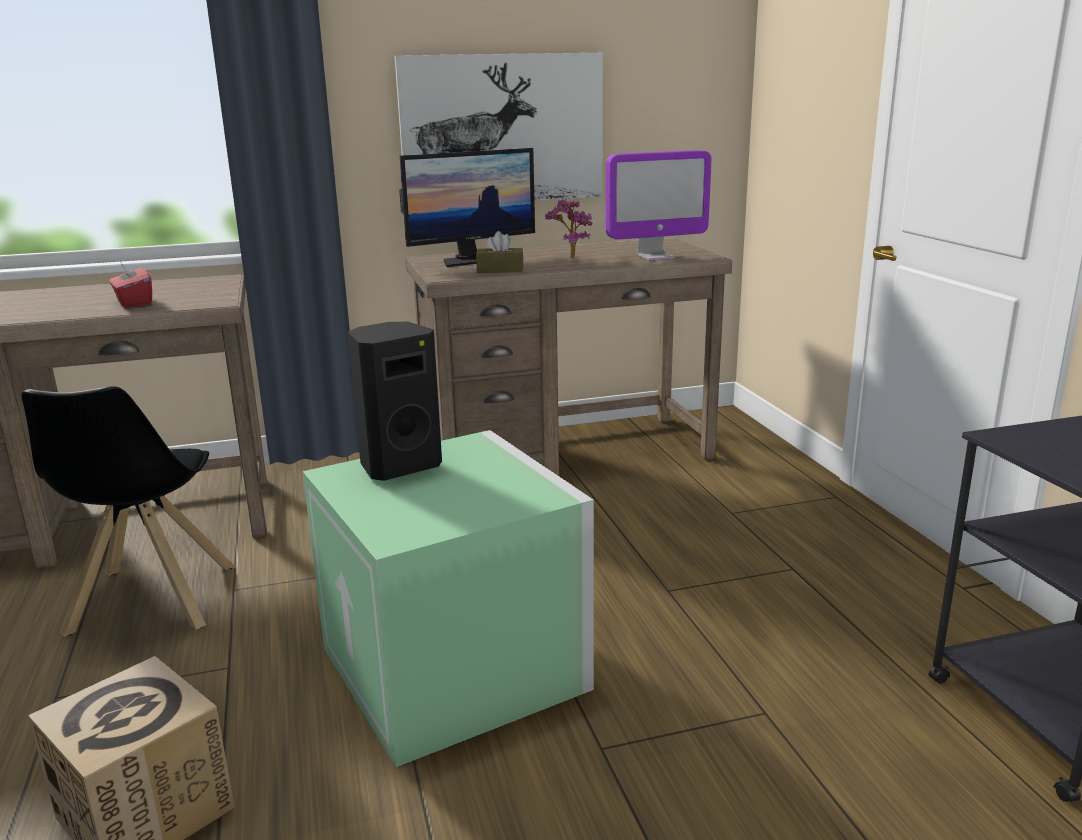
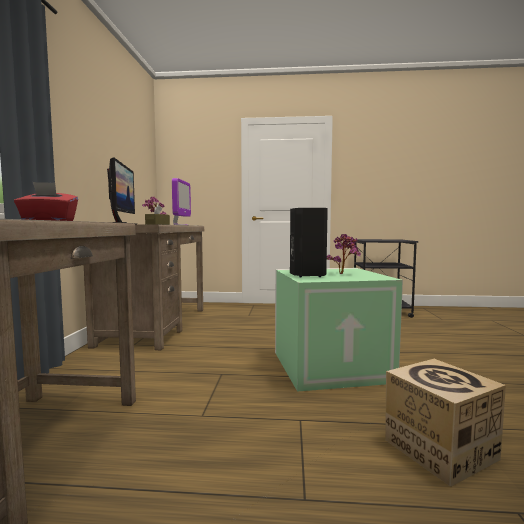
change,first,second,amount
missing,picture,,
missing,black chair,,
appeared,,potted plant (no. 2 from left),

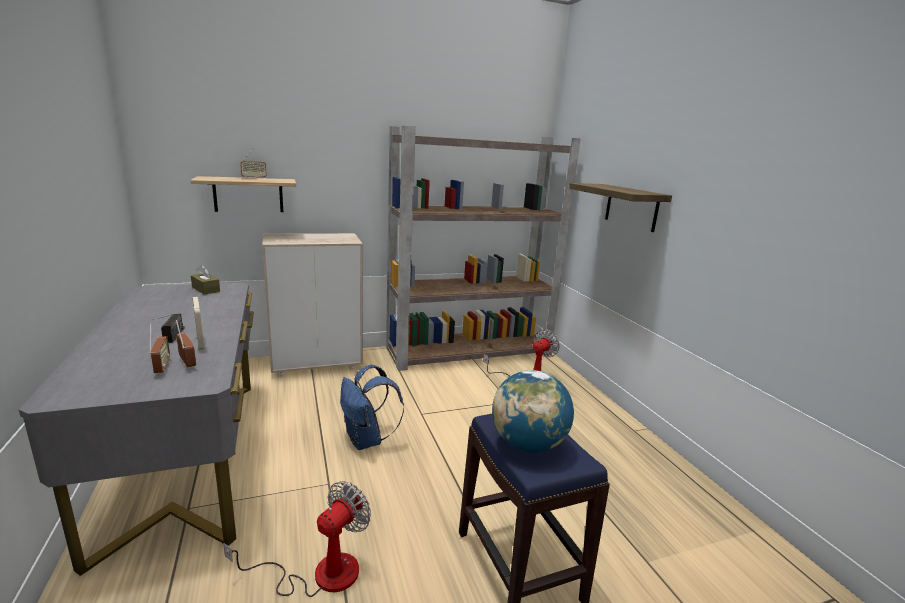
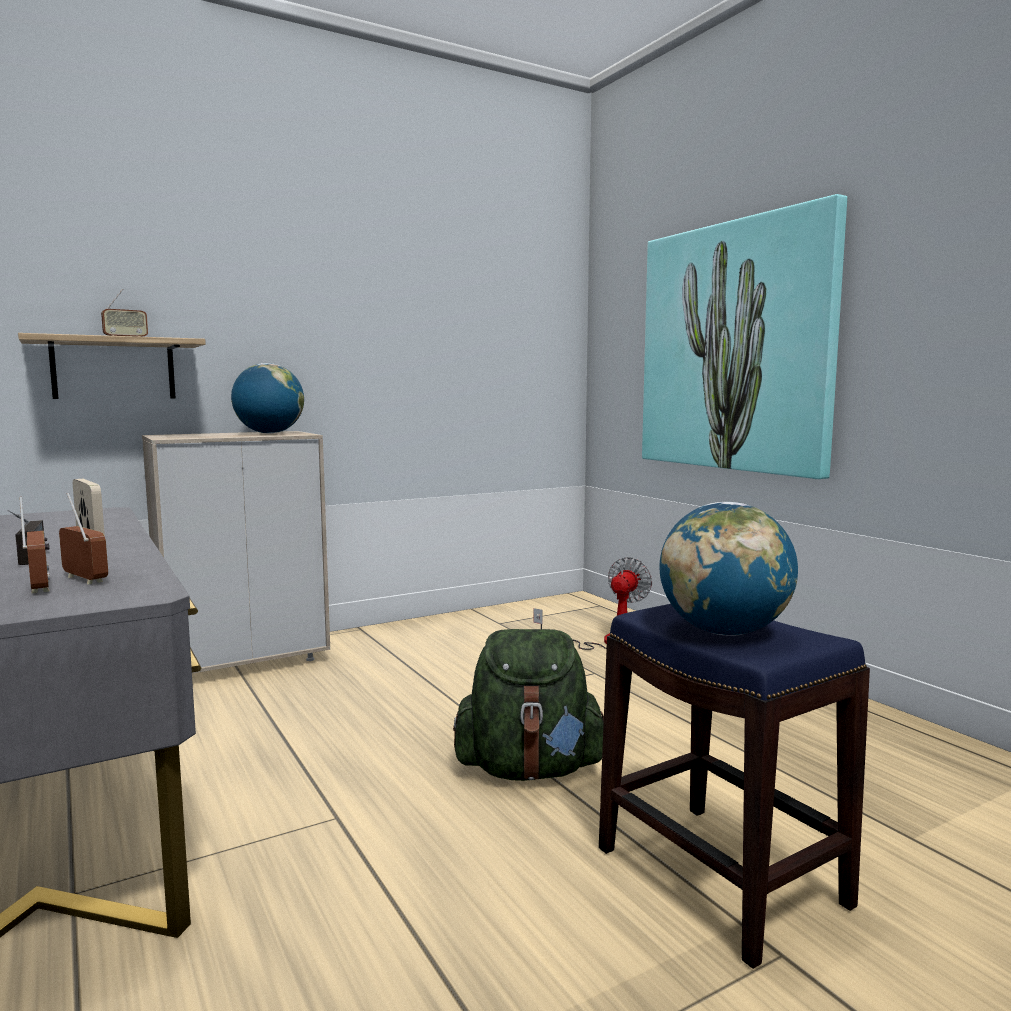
change,first,second,amount
missing,brown bookcase,,
exchanged,shelf (no. 2 from left),picture,
missing,brown tissue box,,
missing,blue backpack,,
missing,fan (no. 1 from left),,
appeared,,globe (no. 1 from left),
appeared,,green backpack,

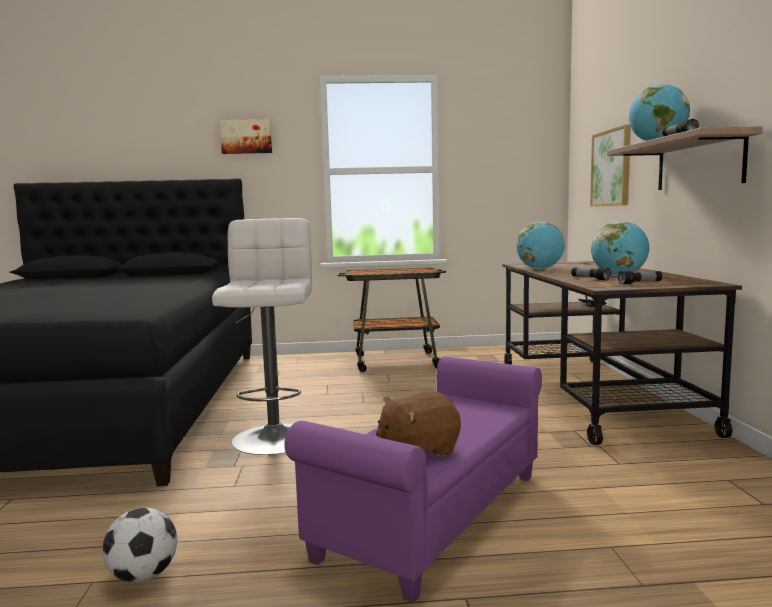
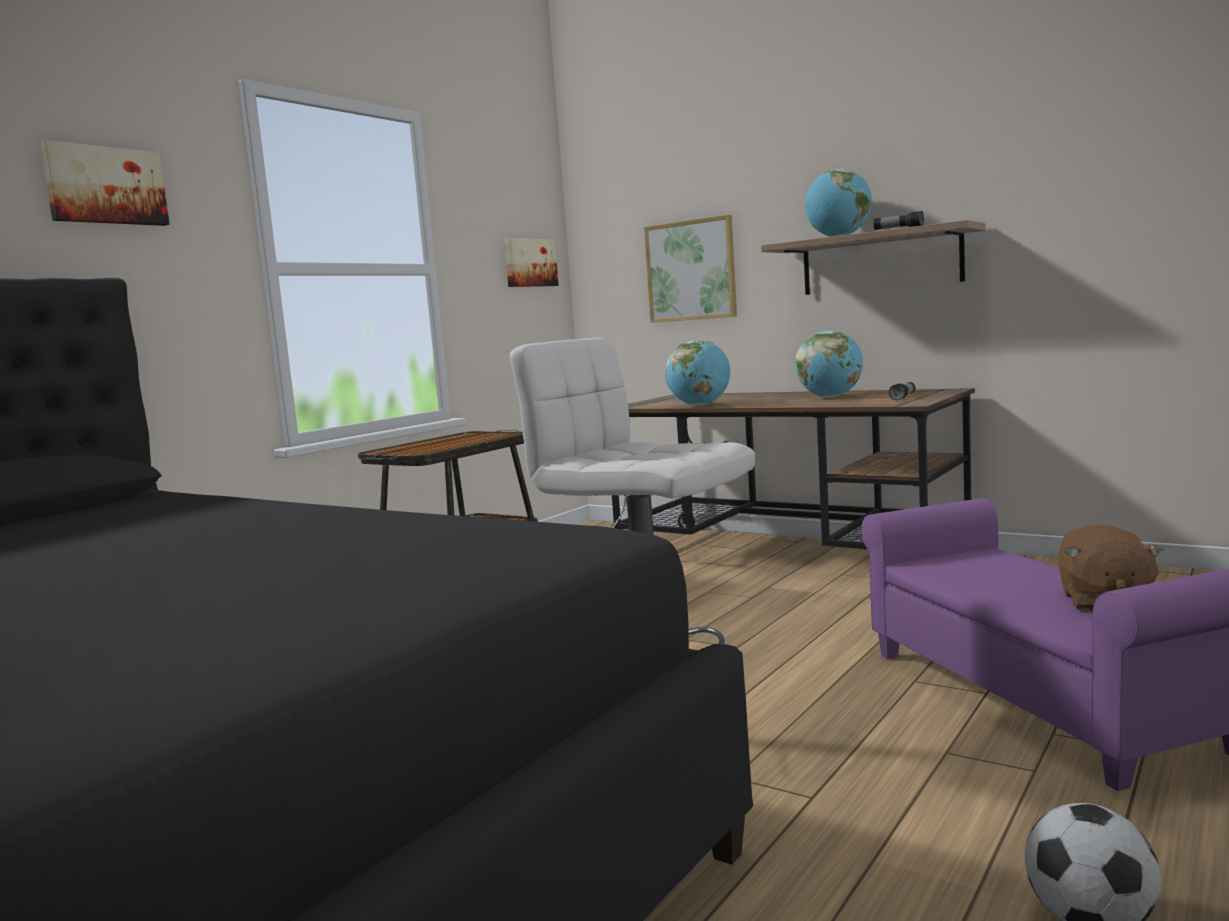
change,first,second,amount
missing,flashlight (no. 1 from left),,
appeared,,picture (no. 2 from left),

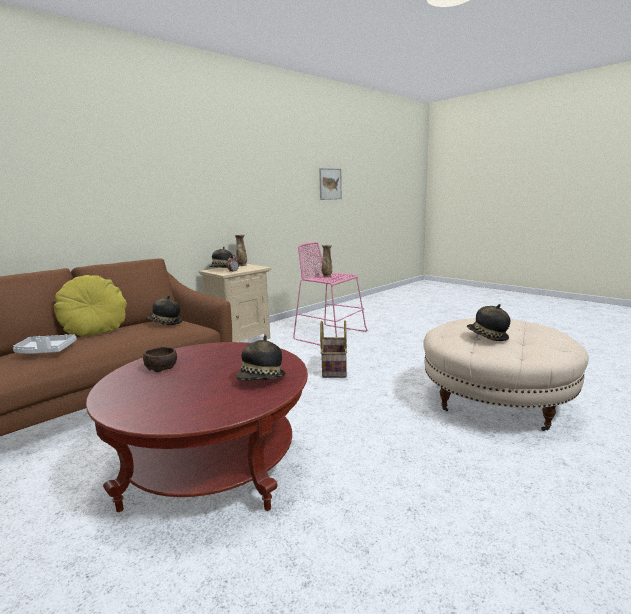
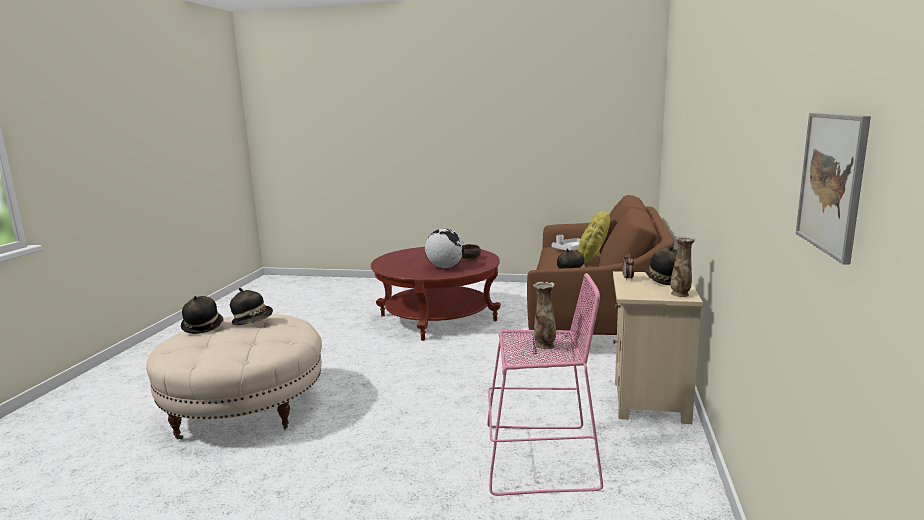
change,first,second,amount
missing,basket,,
relocated,hat (no. 3 from left in the first image),hat (no. 1 from left),
appeared,,globe,

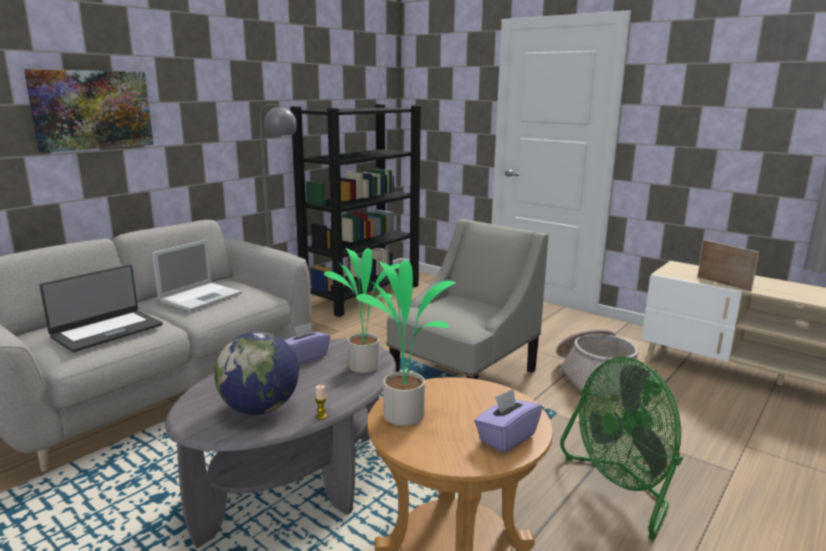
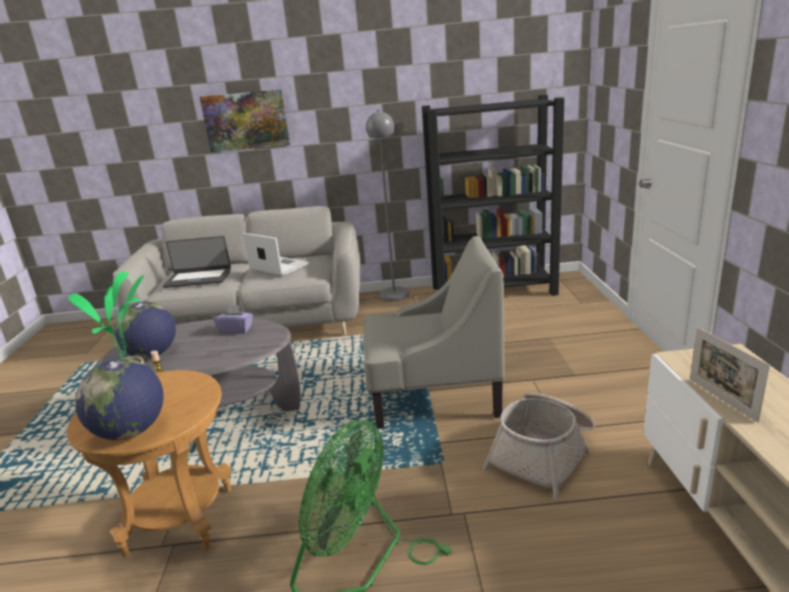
change,first,second,amount
spun,laptop (no. 2 from left),,135 degrees counterclockwise
spun,picture frame,,150 degrees clockwise
missing,potted plant (no. 1 from left),,
exchanged,purple tissue box (no. 2 from left),globe (no. 1 from left),

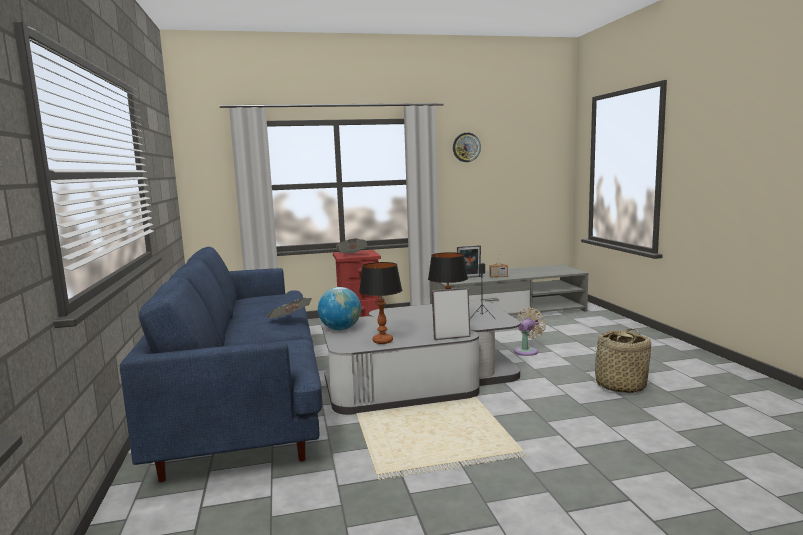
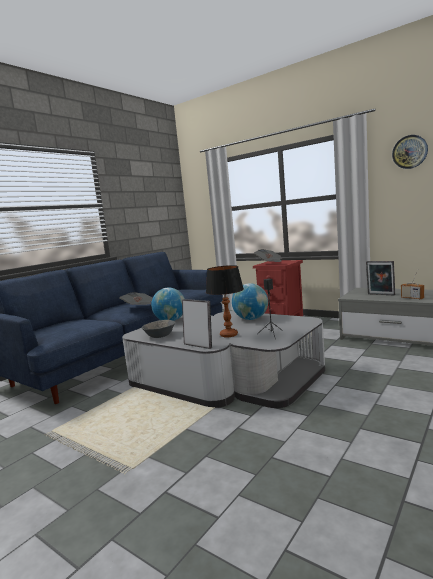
change,first,second,amount
exchanged,table lamp (no. 1 from left),grey bowl,
missing,beige fan,,
missing,basket,,
appeared,,globe (no. 2 from left),

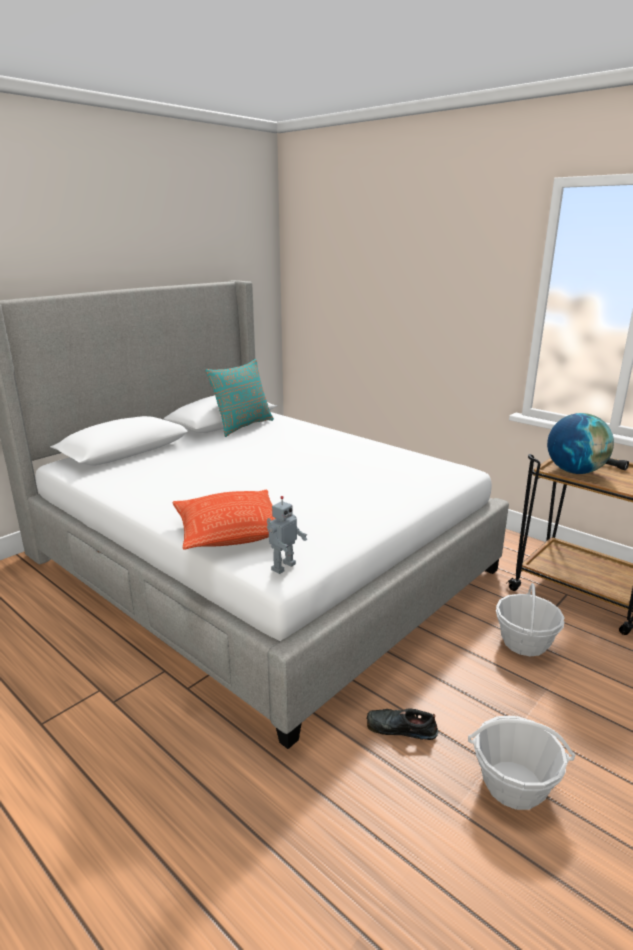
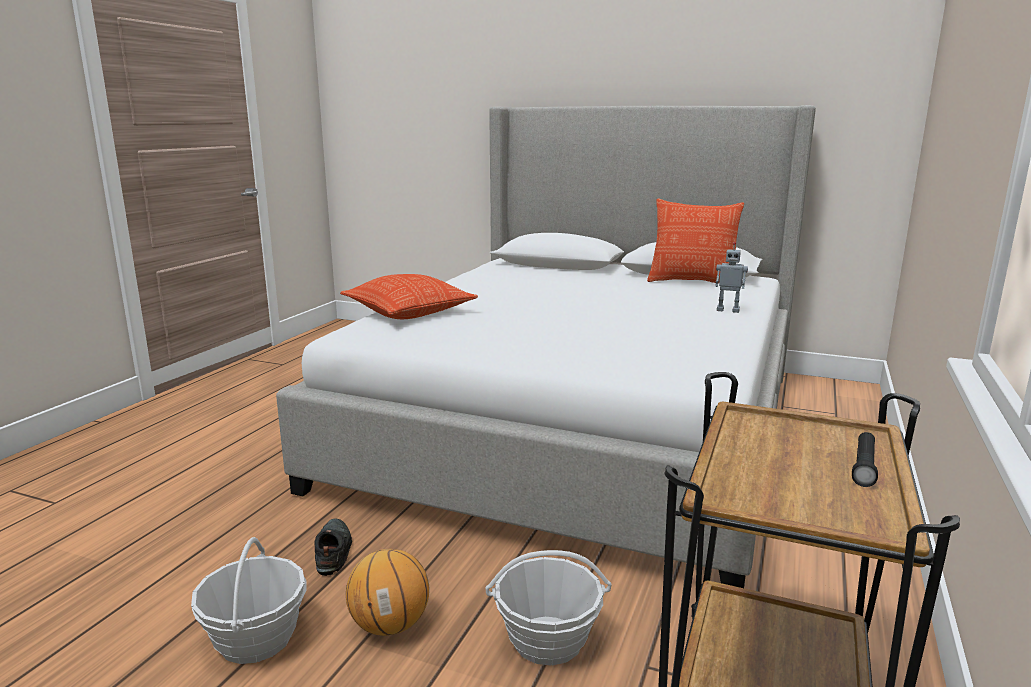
change,first,second,amount
colour,turquoise pillow,orange pillow (no. 2 from left),
missing,globe,,
relocated,toy robot,,
appeared,,basketball,

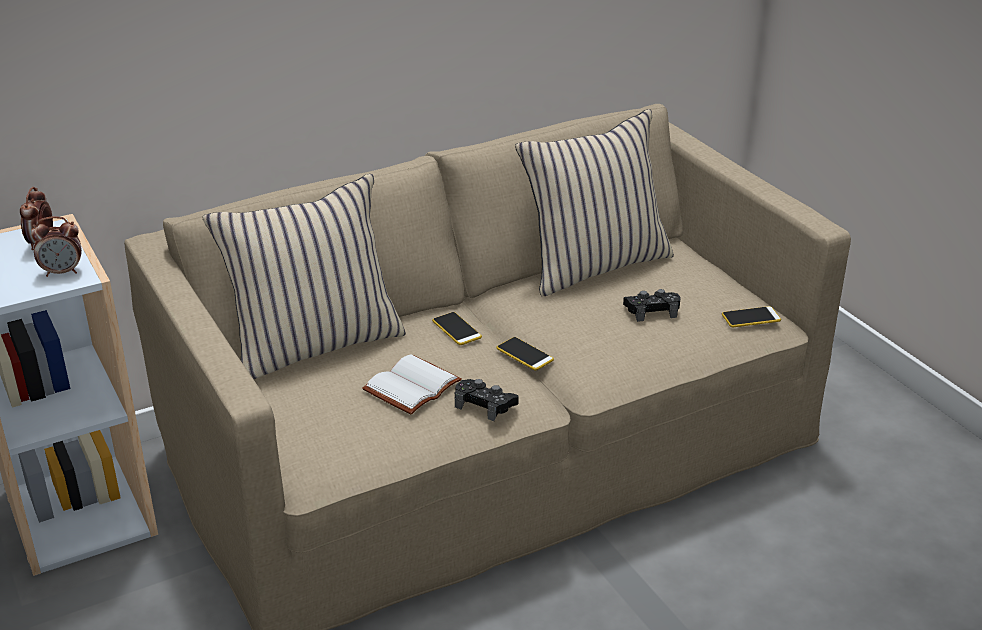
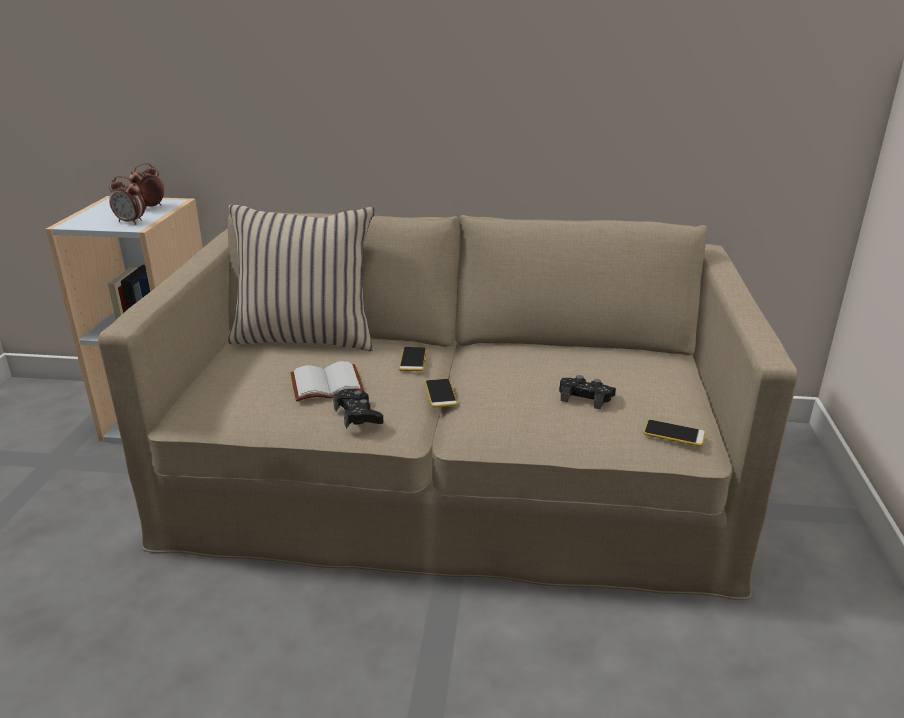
change,first,second,amount
missing,beige pillow (no. 2 from left),,

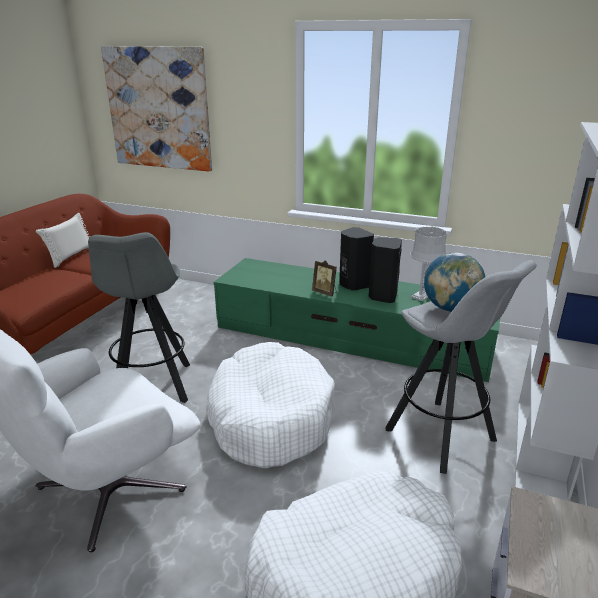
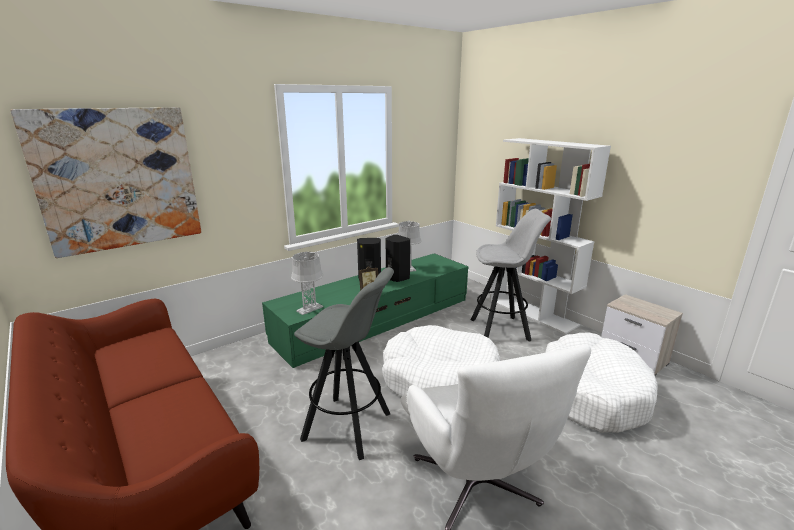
change,first,second,amount
missing,white pillow,,
missing,globe,,
appeared,,grey table lamp (no. 1 from left),

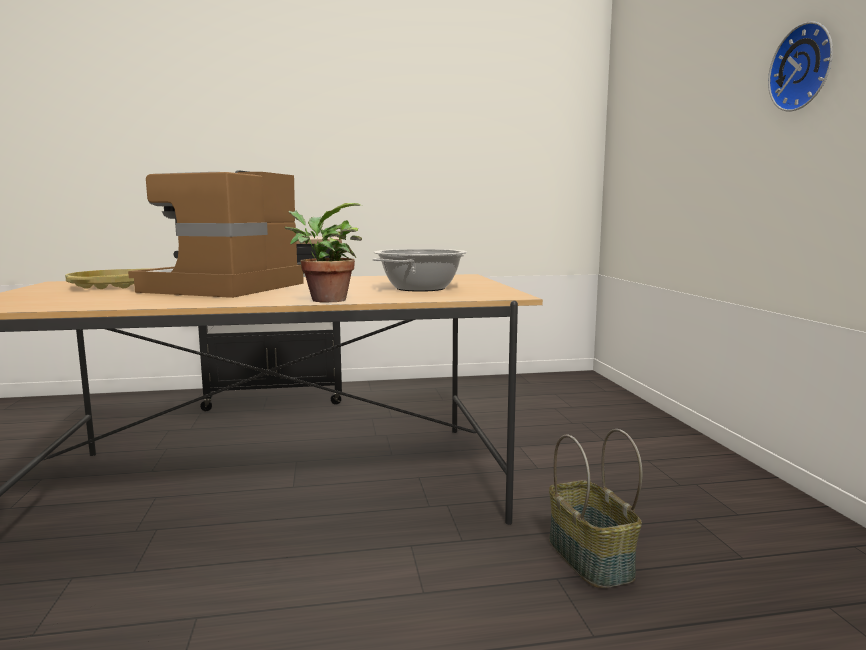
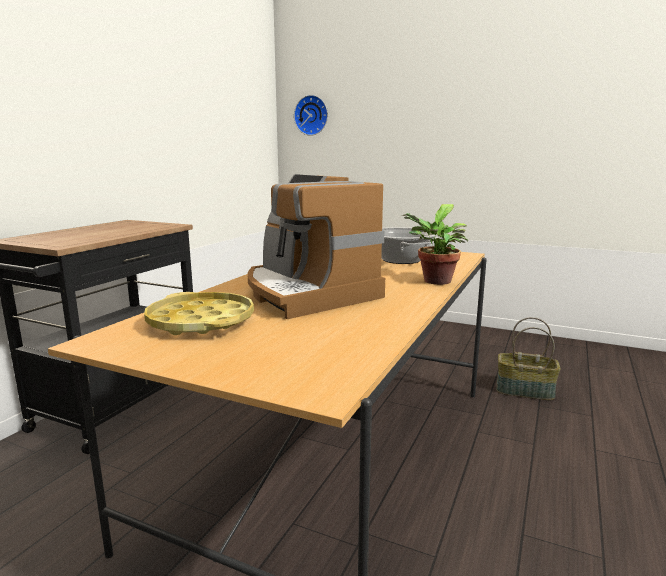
change,first,second,amount
relocated,wall clock,,

